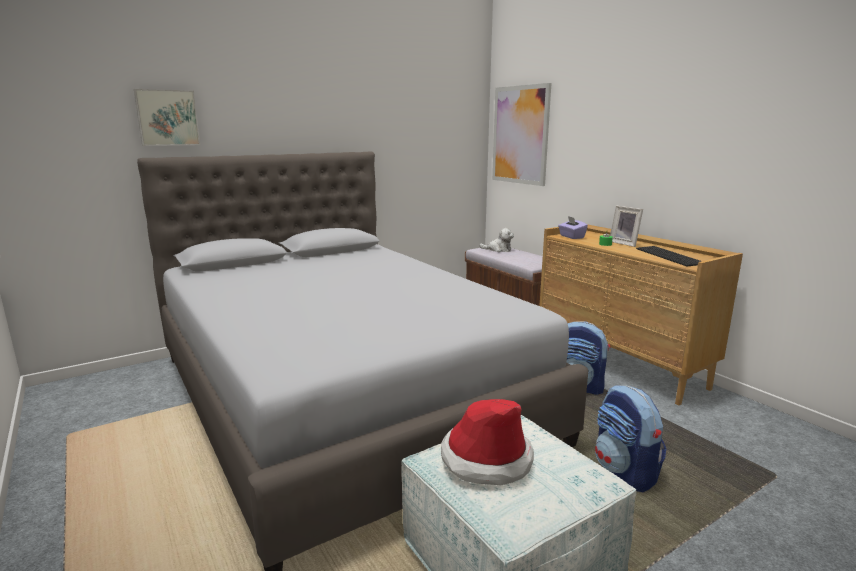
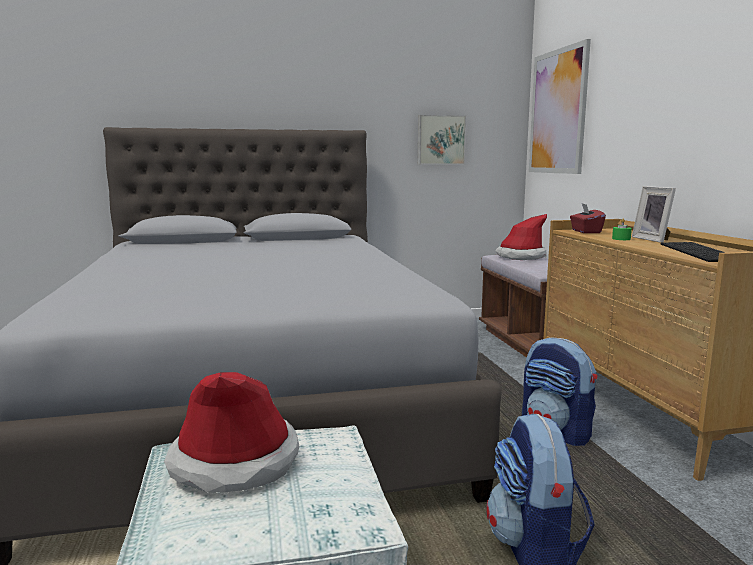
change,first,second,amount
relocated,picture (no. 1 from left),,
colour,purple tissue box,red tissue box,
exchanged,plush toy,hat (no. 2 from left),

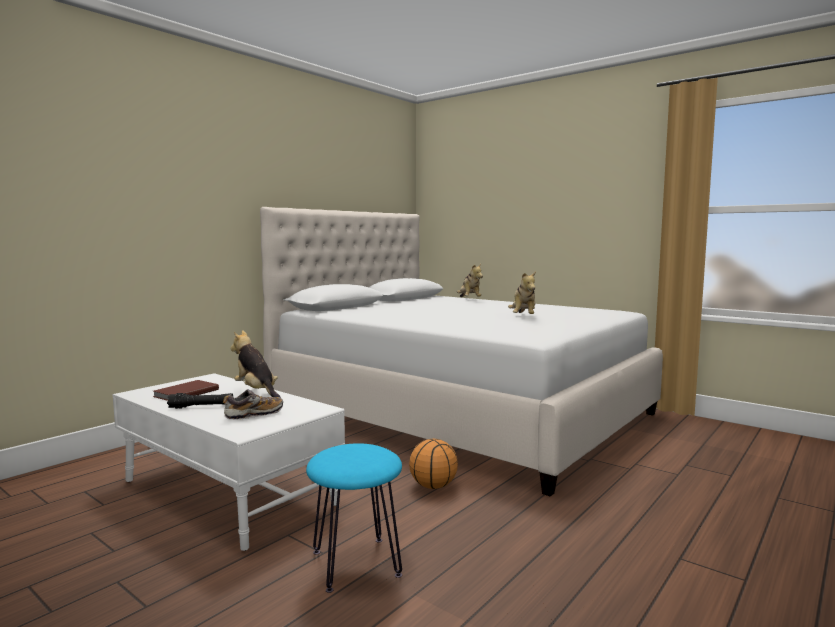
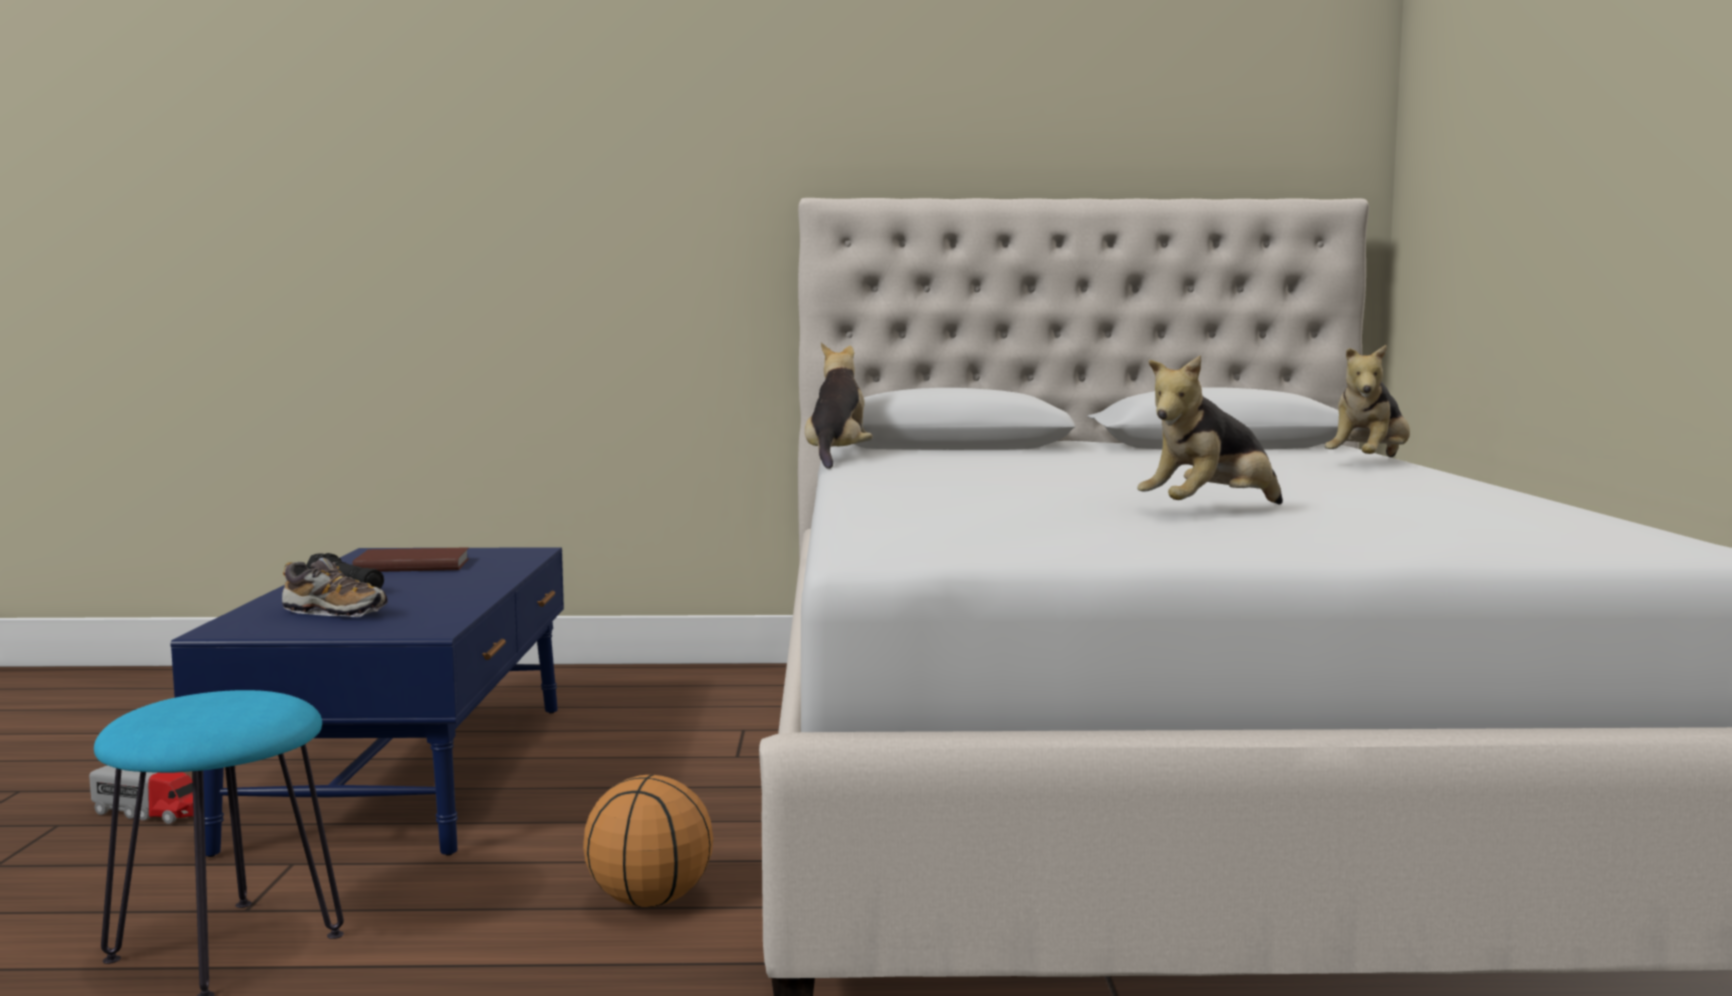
change,first,second,amount
relocated,plush toy (no. 1 from left),,
colour,white coffee table,blue coffee table,
appeared,,toy truck,

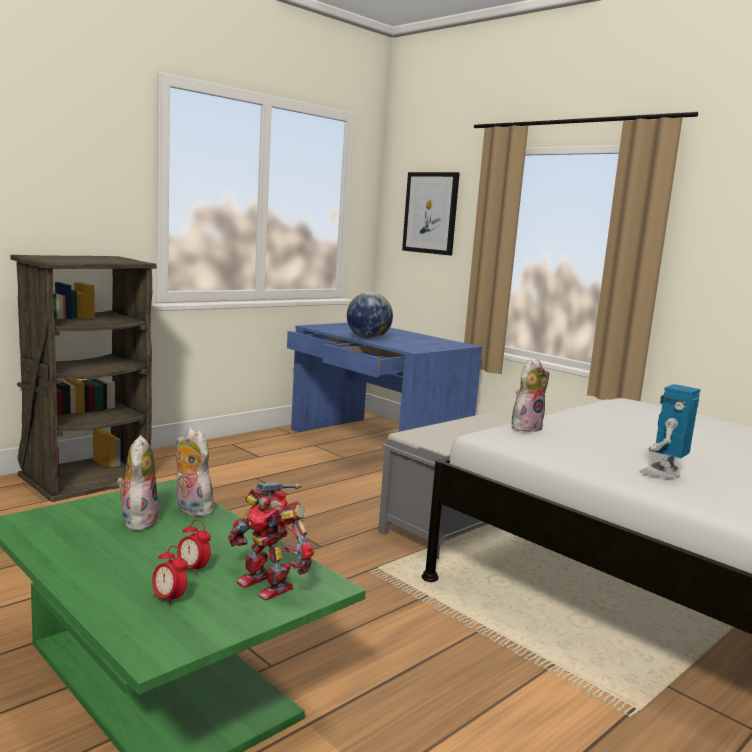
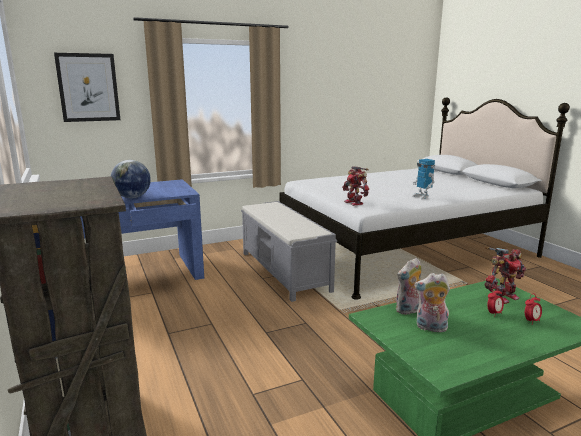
change,first,second,amount
exchanged,plush toy (no. 3 from left),toy robot (no. 1 from left),

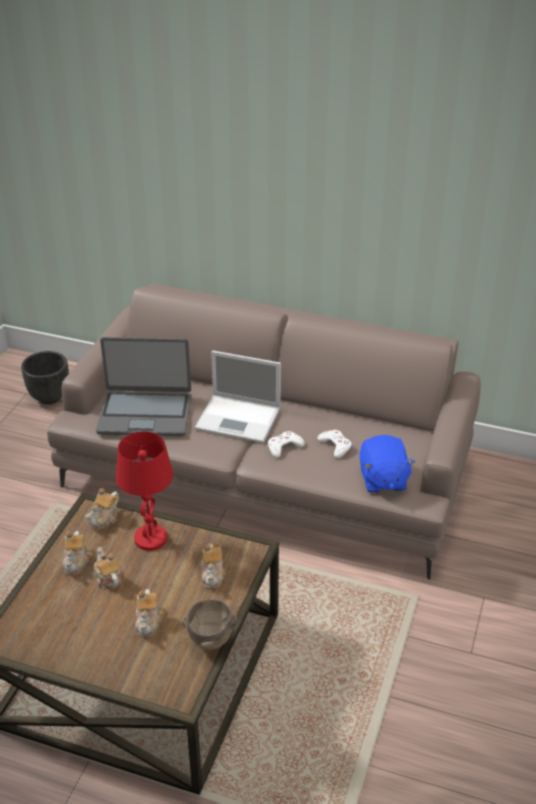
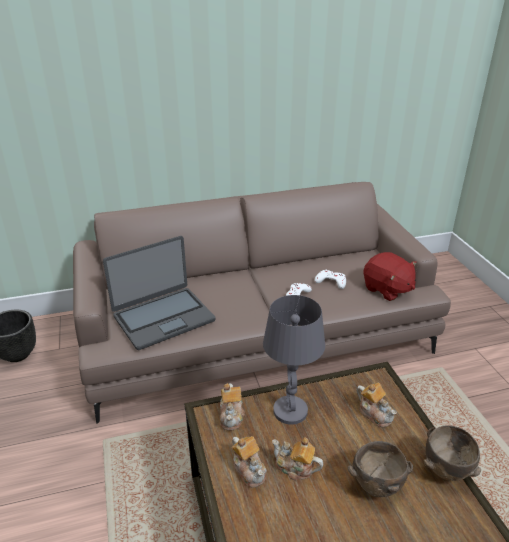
change,first,second,amount
missing,laptop (no. 2 from left),,
colour,red table lamp,grey table lamp,
colour,blue plush toy,red plush toy,
exchanged,teapot (no. 4 from left),brown bowl (no. 1 from left),

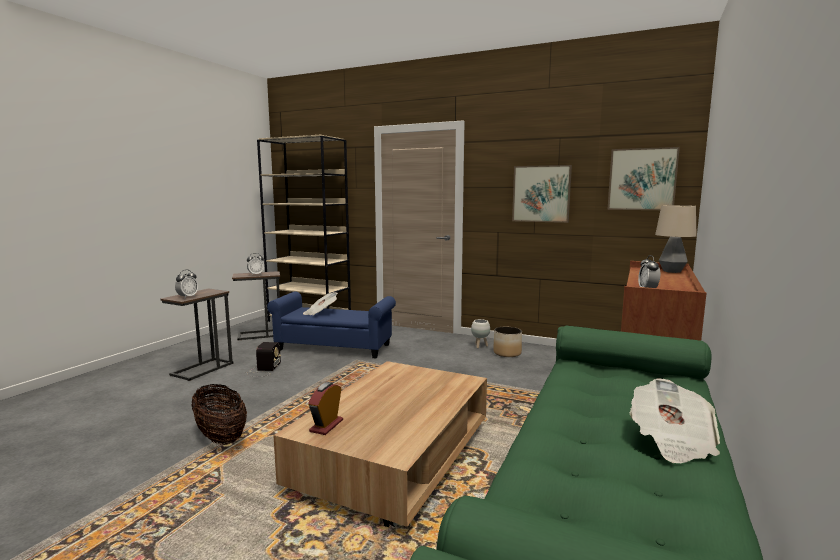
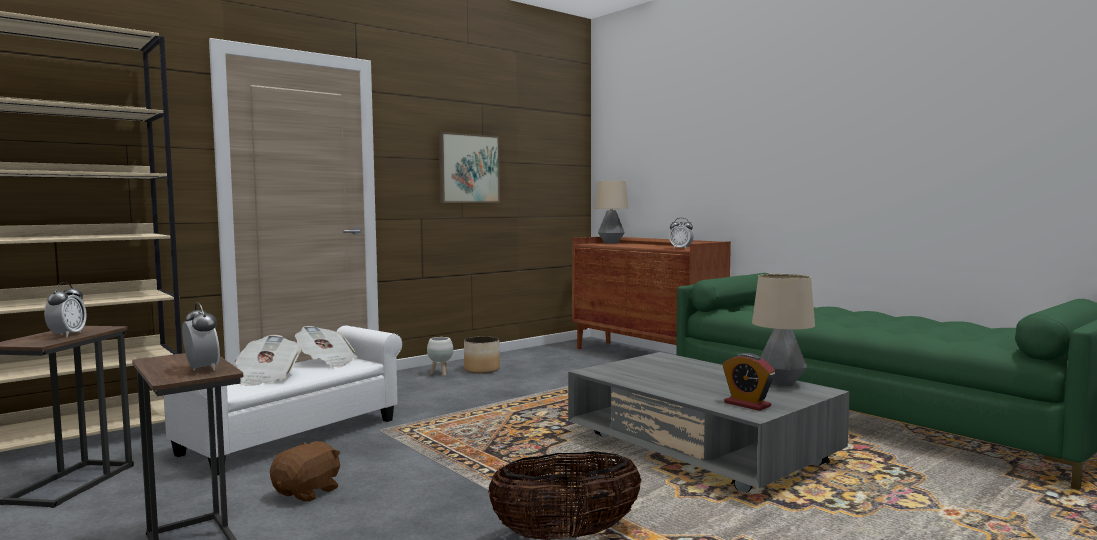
change,first,second,amount
missing,picture (no. 2 from left),,
colour,blue ottoman,white ottoman,
exchanged,radio,brown plush toy,
colour,brown coffee table,grey coffee table,
relocated,newspaper (no. 2 from left),,
appeared,,table lamp (no. 2 from left),

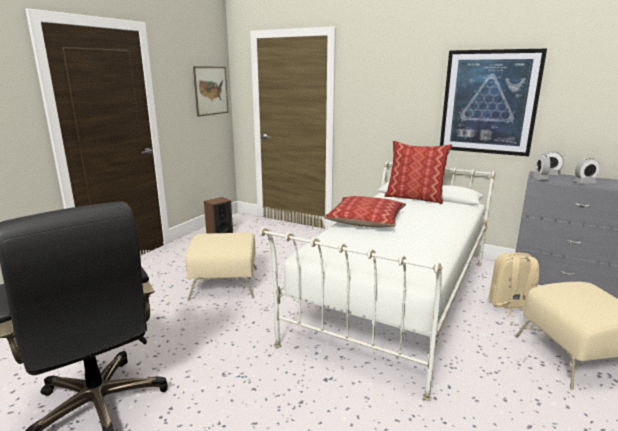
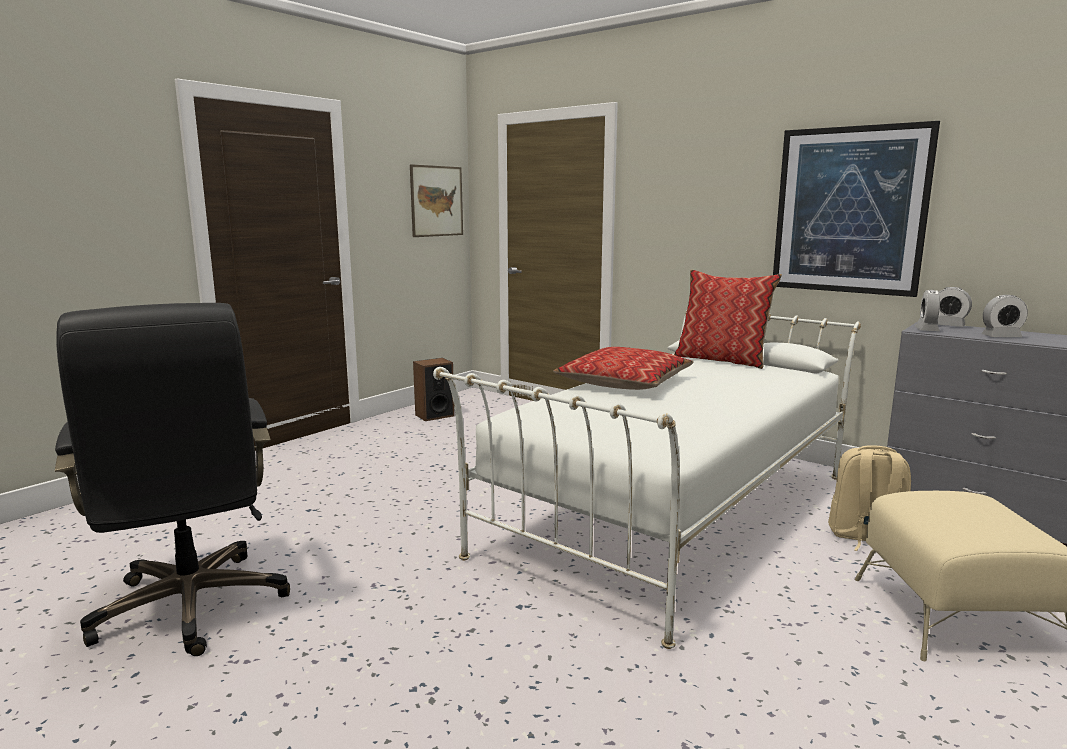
change,first,second,amount
missing,beige ottoman (no. 1 from left),,

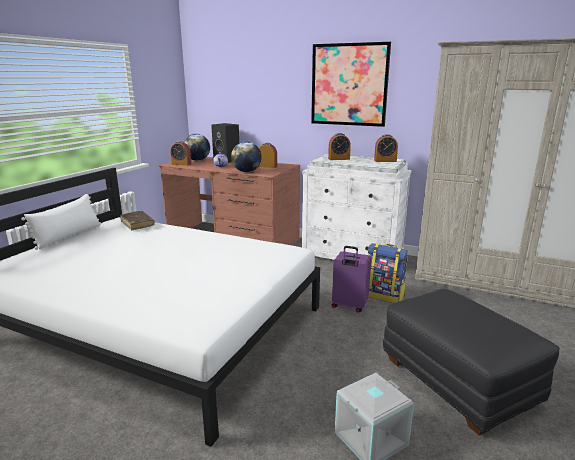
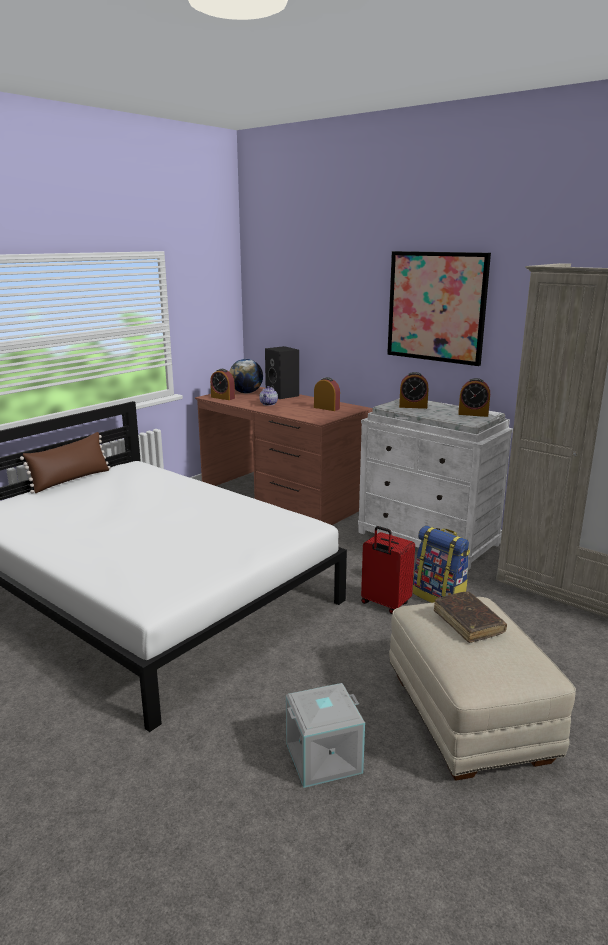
change,first,second,amount
missing,globe (no. 2 from left),,
colour,white pillow,brown pillow,
relocated,brown book,,
colour,purple suitcase,red suitcase,
colour,black ottoman,beige ottoman,

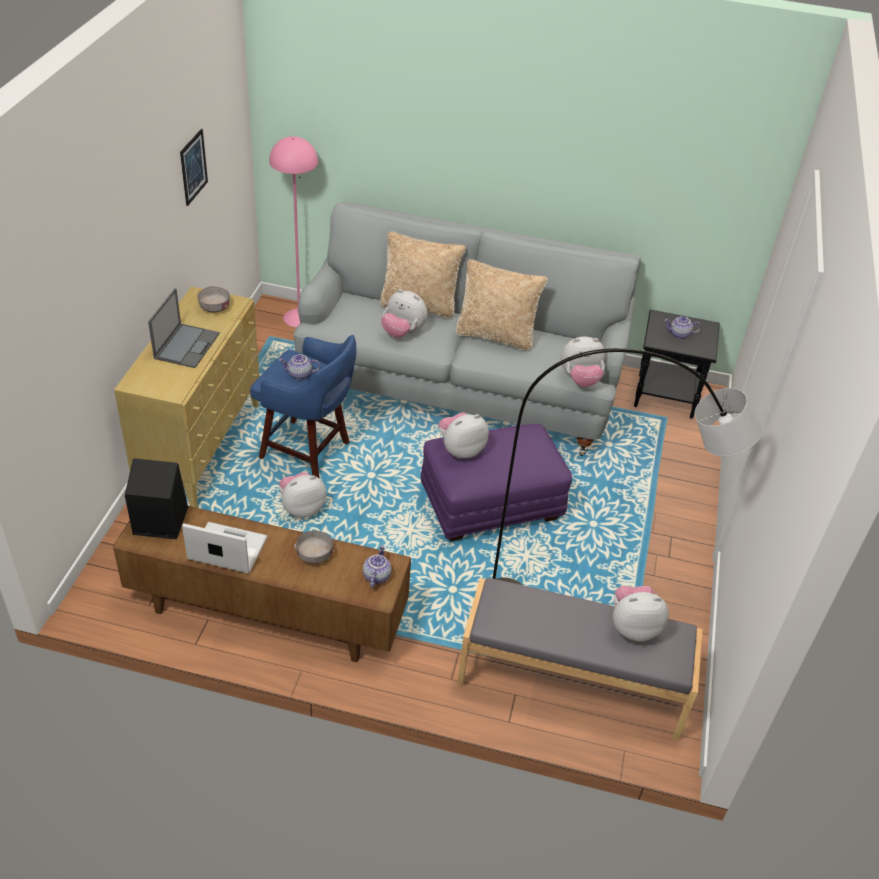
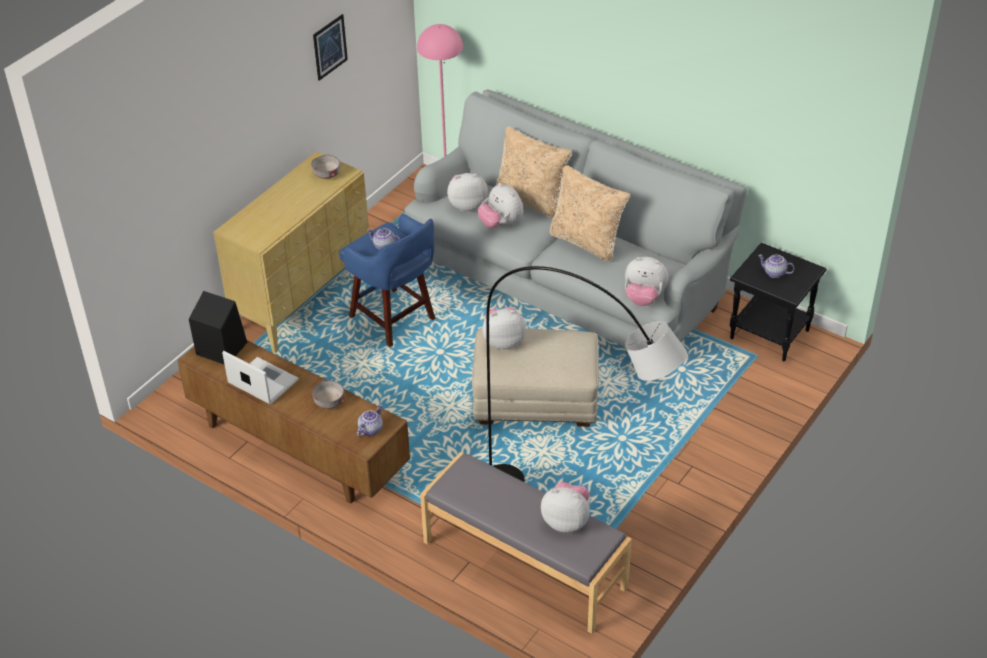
change,first,second,amount
missing,laptop (no. 1 from left),,
colour,purple ottoman,beige ottoman,
relocated,plush toy (no. 1 from left),,

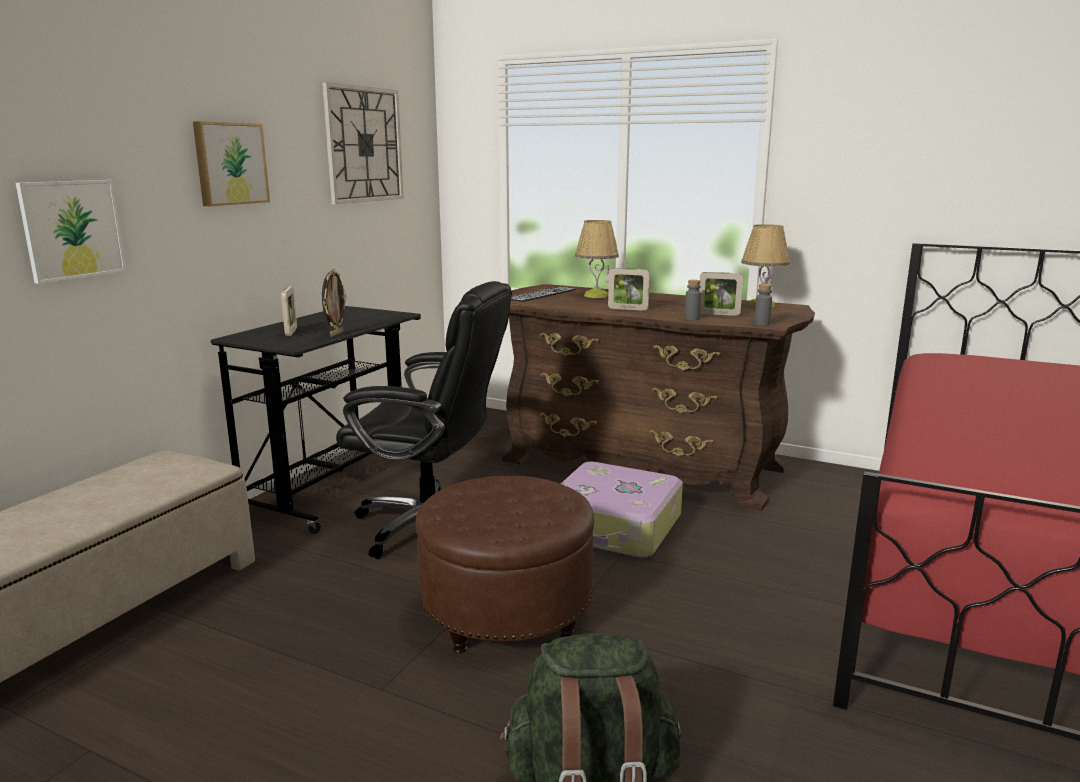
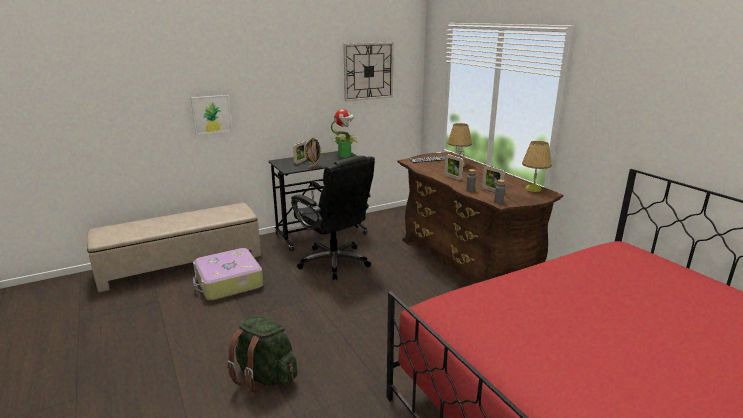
change,first,second,amount
missing,picture (no. 2 from left),,
relocated,suitcase,,
missing,brown ottoman,,
appeared,,potted plant,

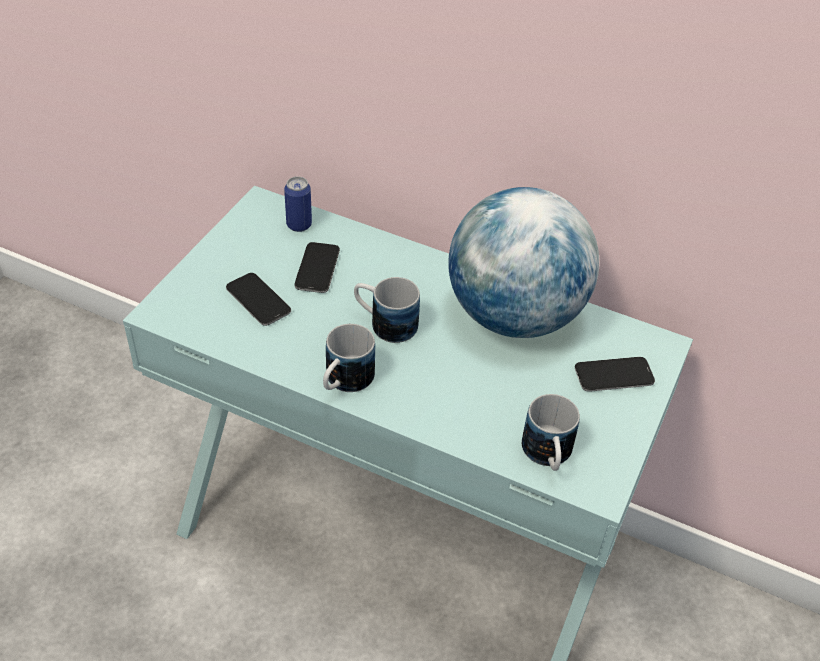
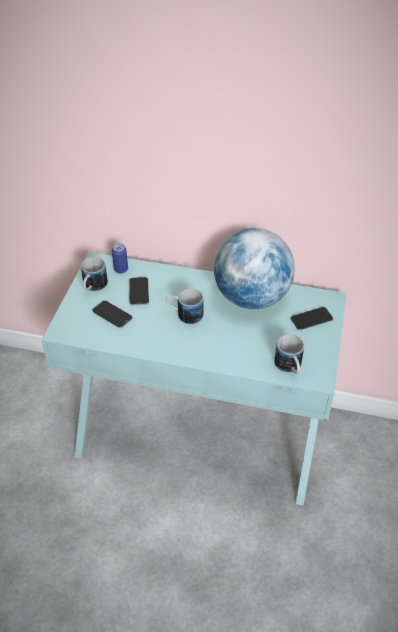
change,first,second,amount
relocated,mug (no. 1 from left),,

